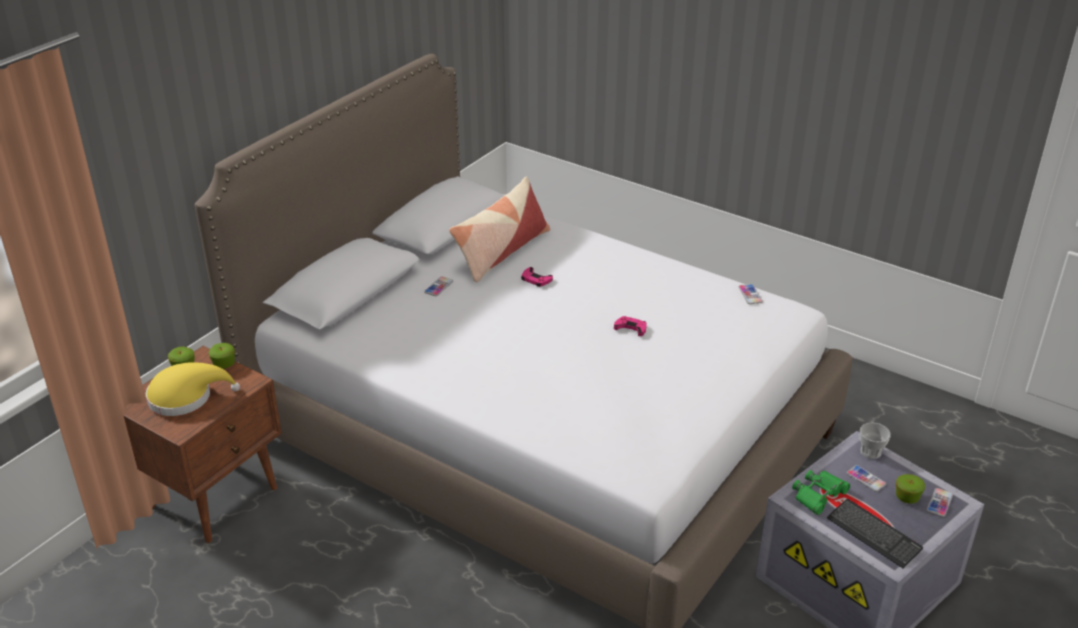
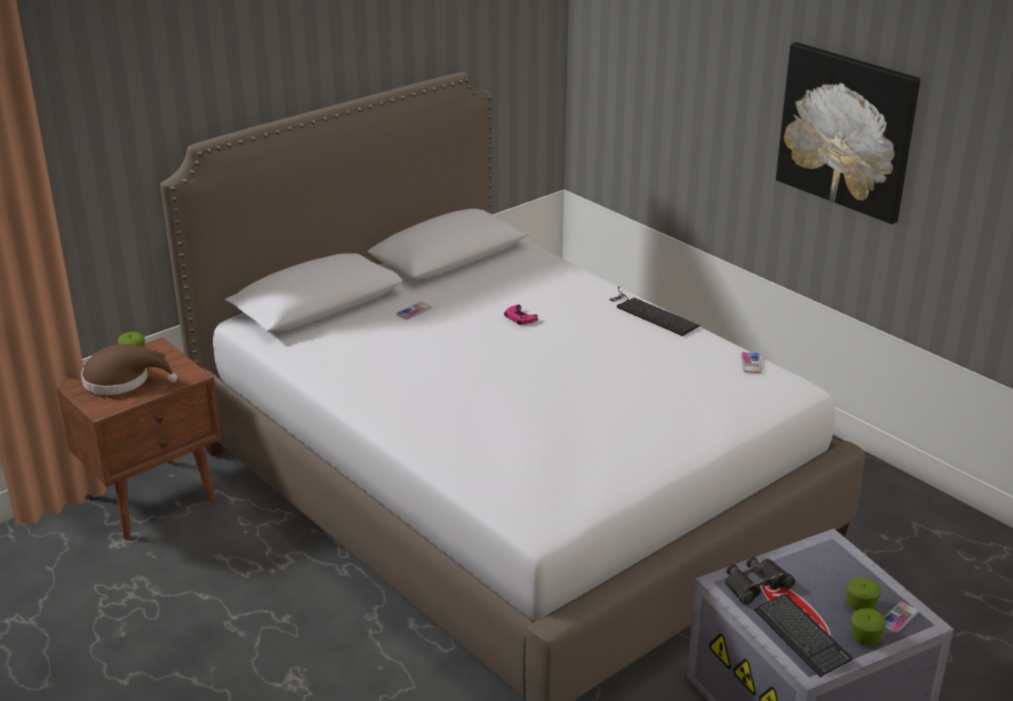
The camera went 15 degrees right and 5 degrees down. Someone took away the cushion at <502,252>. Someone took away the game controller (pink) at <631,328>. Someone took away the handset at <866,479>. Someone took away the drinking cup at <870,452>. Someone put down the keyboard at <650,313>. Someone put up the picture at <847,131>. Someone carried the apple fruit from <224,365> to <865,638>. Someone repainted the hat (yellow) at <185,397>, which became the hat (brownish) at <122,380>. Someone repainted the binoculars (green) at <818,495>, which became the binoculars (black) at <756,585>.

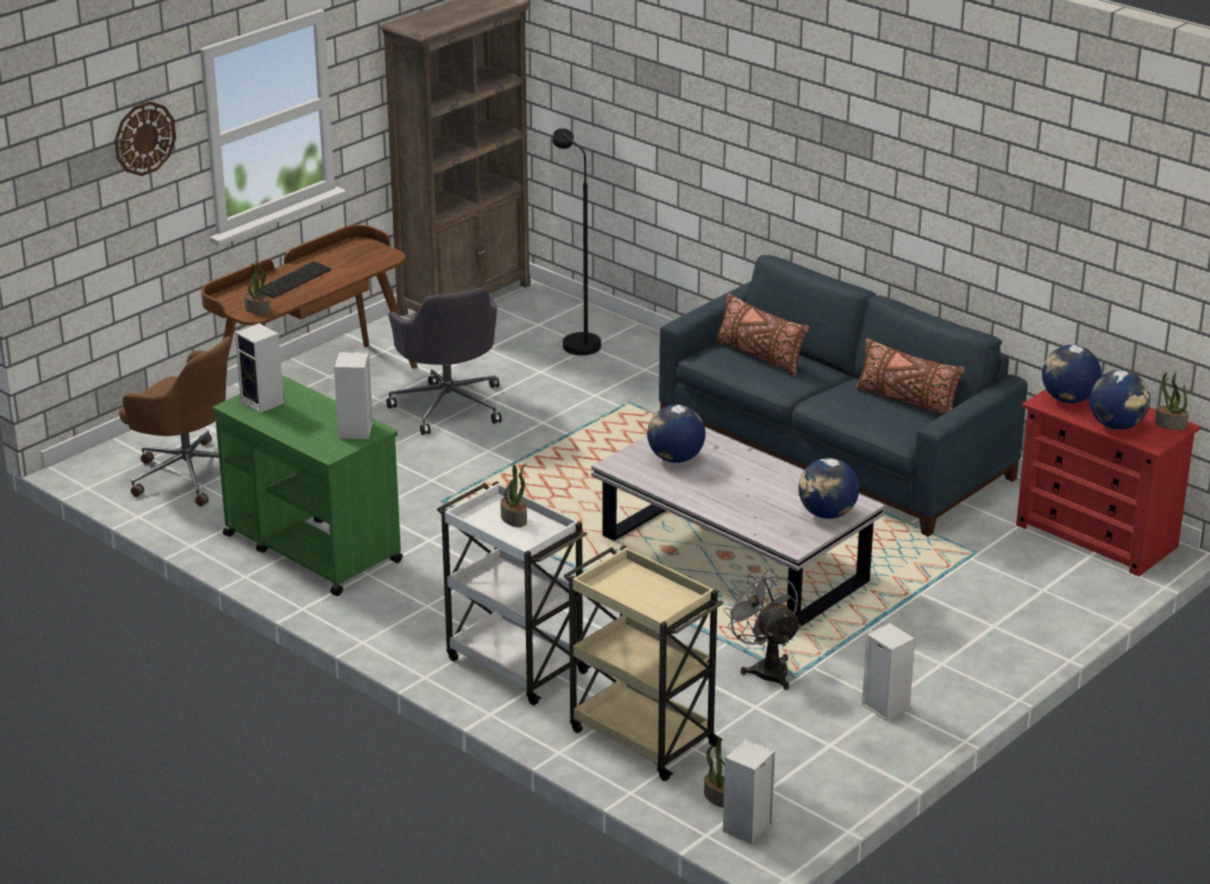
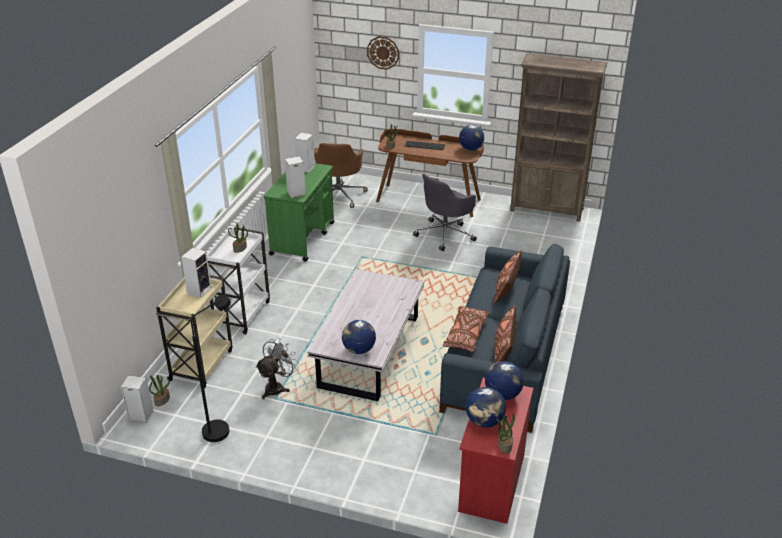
The camera went 65 degrees right and 5 degrees up. Someone put down the cushion (brownish) at <466,335>. Someone carried the floor lamp (black) from <577,342> to <221,428>. Someone carried the desk globe from <675,459> to <470,148>. Someone carried the speaker from <883,706> to <199,290>.

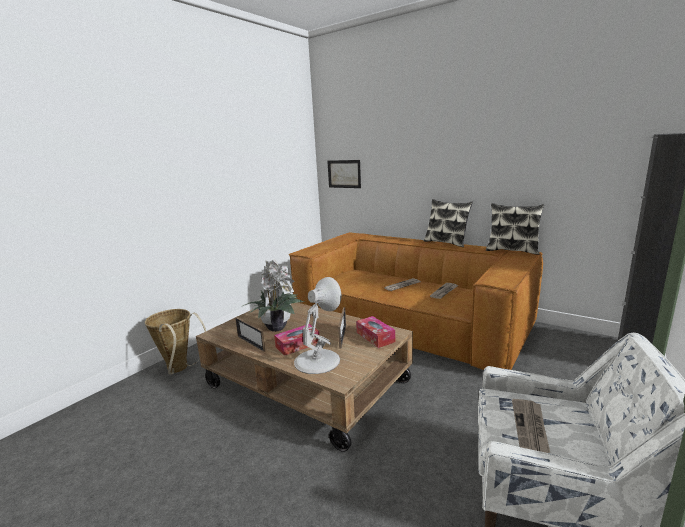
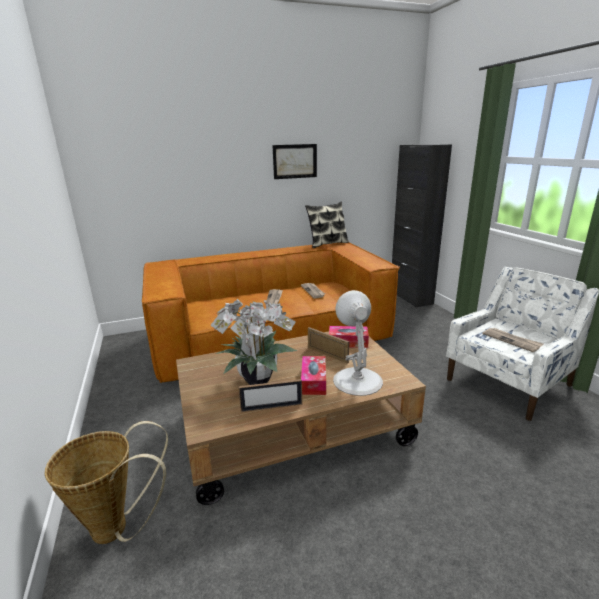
The camera went 55 degrees left and 5 degrees up. Someone took away the cushion at <446,242>. Someone carried the picture from <344,174> to <295,161>.

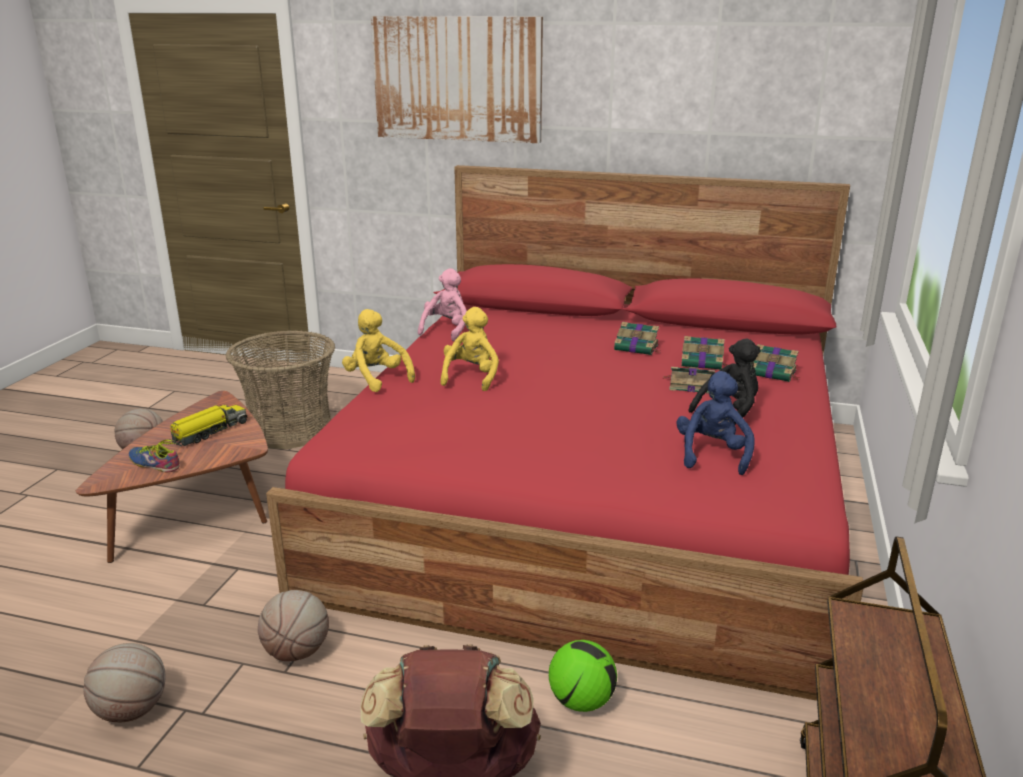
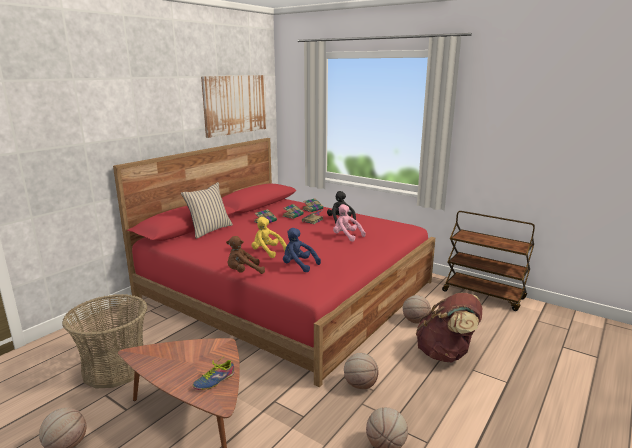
The camera went 70 degrees left and 5 degrees down. Someone took away the toy truck at <209,432>. Someone put down the cushion (beige-coloured) at <209,230>. Someone carried the picture from <457,79> to <235,104>. Someone carried the cuddly toy (pink) from <446,330> to <346,236>. Someone carried the cuddly toy (blue-coloured) from <712,454> to <298,265>. Someone swapped the ball for football at <581,701> for the basketball ball at <415,321>. Someone repainted the cuddly toy (yellow) at <377,379>, which became the cuddly toy (brownish) at <243,272>.

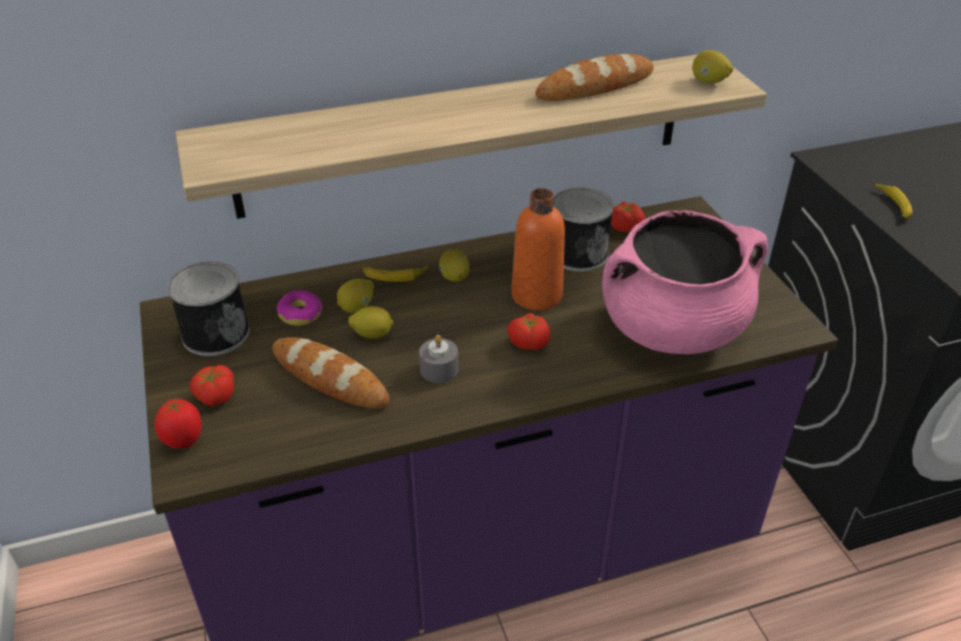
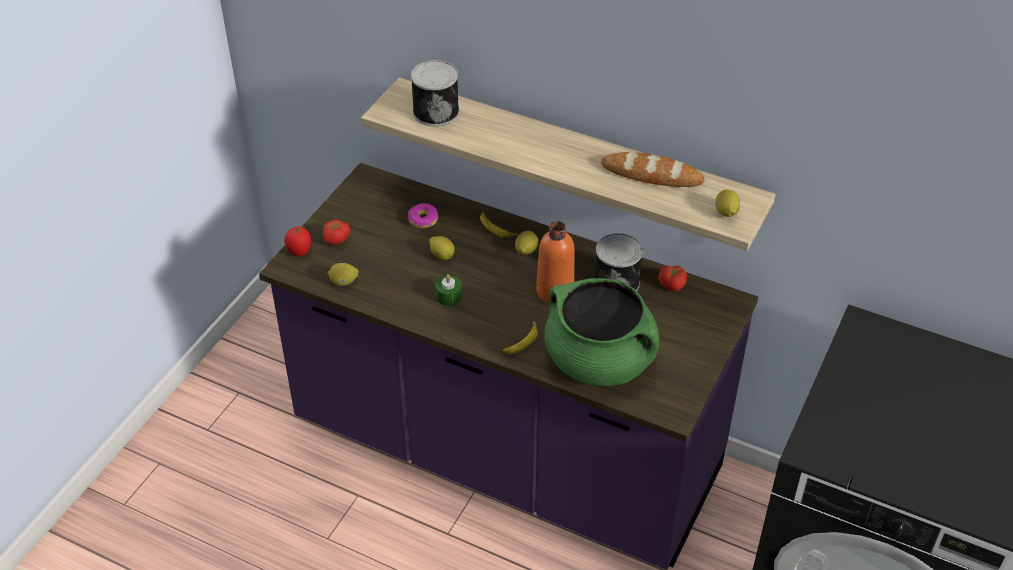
The camera went 45 degrees right and 5 degrees up. Someone took away the baked bread at <329,378>. Someone took away the tomato at <529,341>. Someone carried the sealed can from <215,333> to <436,111>. Someone carried the citrus fruit from <357,307> to <344,282>. Someone carried the banana from <892,206> to <521,342>. Someone repainted the wax candle (gray) at <439,370>, which became the wax candle (green) at <448,296>. Someone repainted the stockpot (pink) at <672,328>, which became the stockpot (green) at <600,361>.

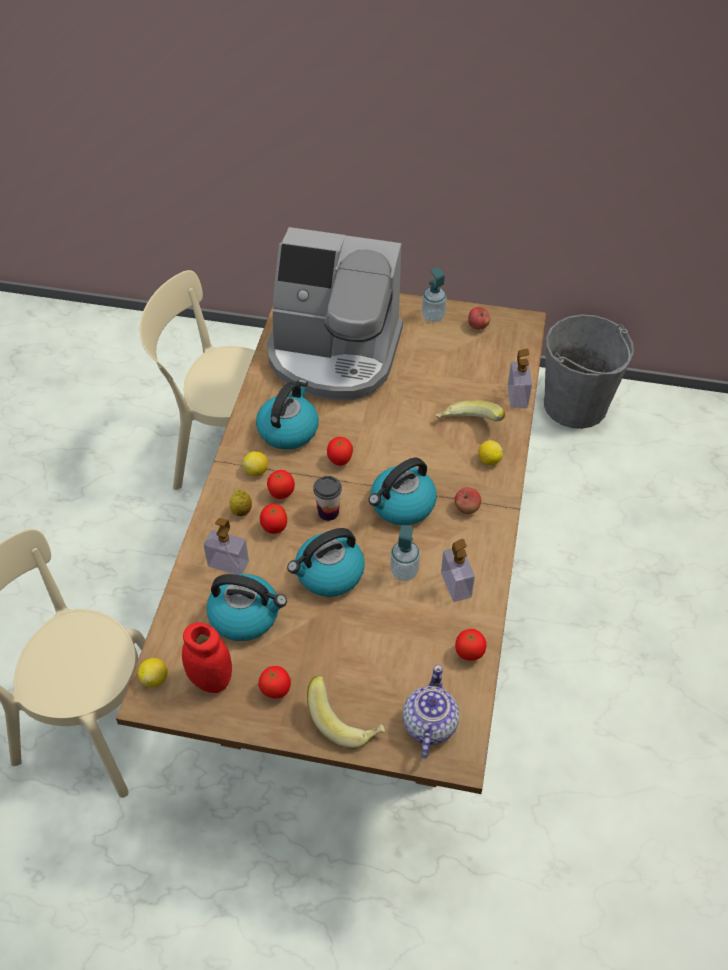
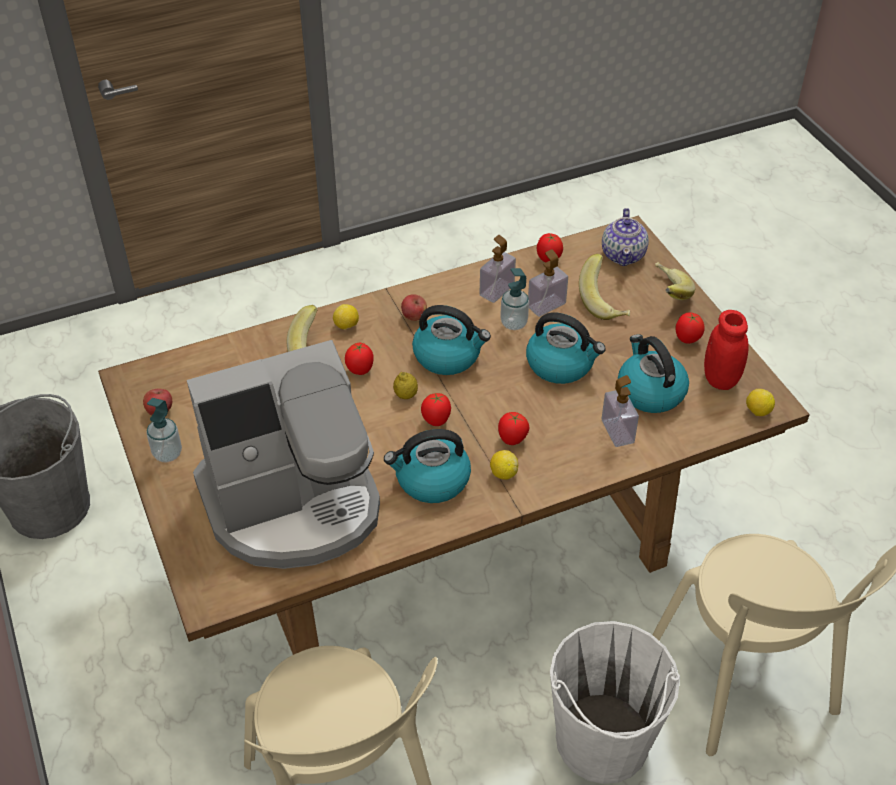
The camera went 125 degrees left and 5 degrees down. Someone took away the drinking cup at <328,512>. Someone put down the water bucket (whitish) at <602,740>. Someone put down the banana at <605,302>. Someone carried the citrus fruit from <241,511> to <406,395>. Someone carried the tomato from <274,528> to <360,370>. Someone carried the soap bottle from <517,396> to <546,305>. Someone rotated the coffee machine at <334,355> by 90 degrees clockwise. Someone rotated the pot for tea at <429,725> by 60 degrees counterclockwise.

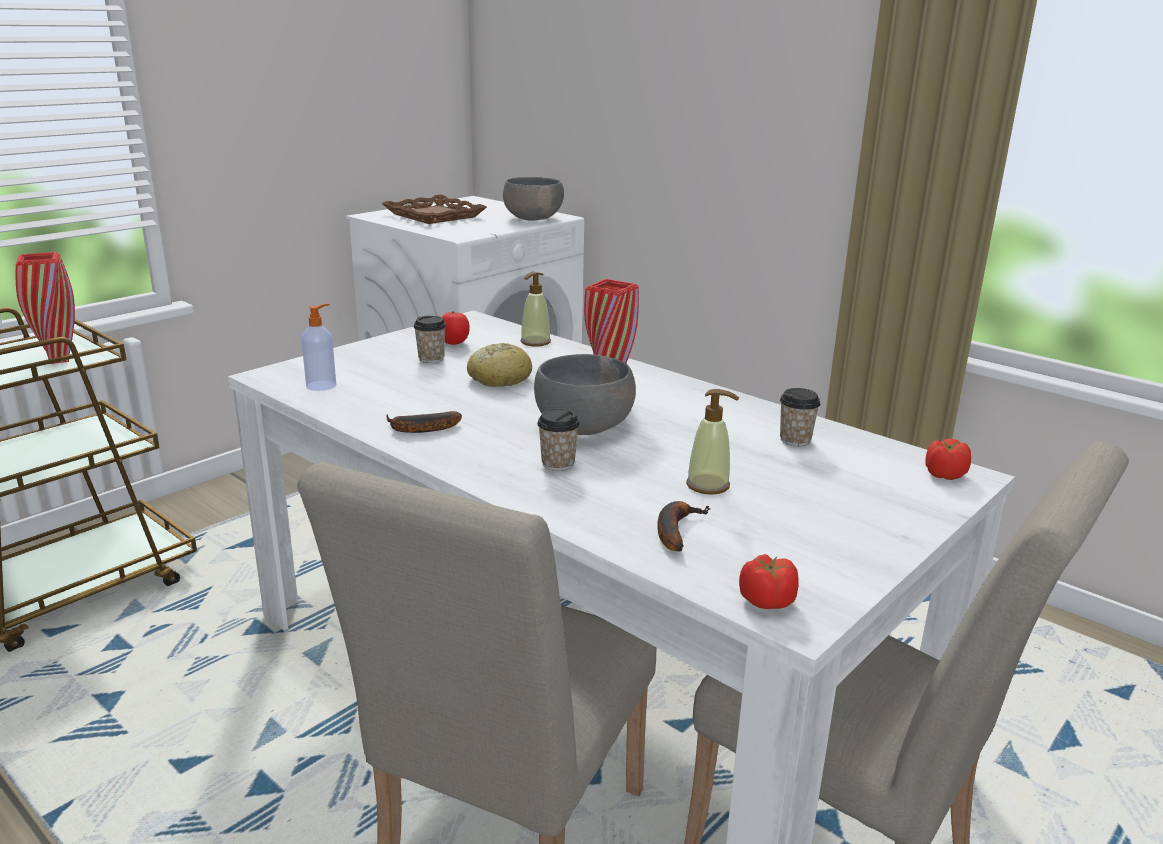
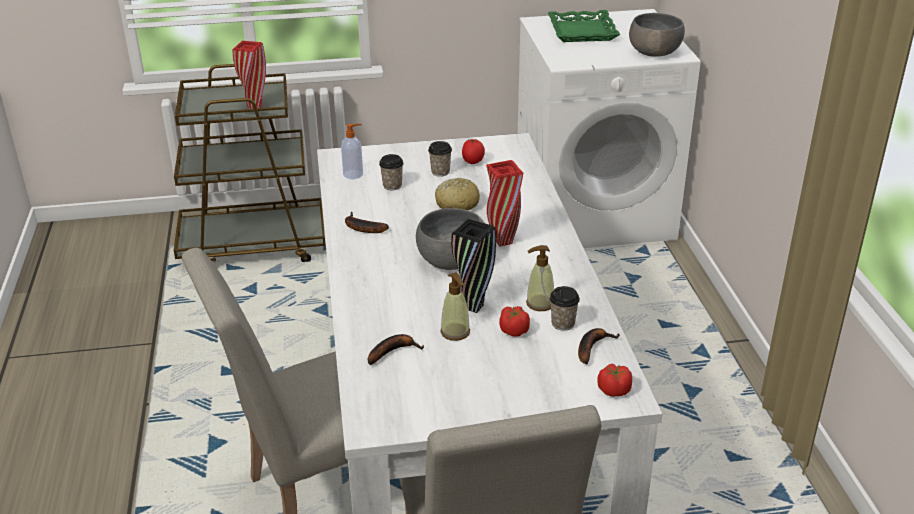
The camera went 40 degrees right and 10 degrees up. Someone put down the vase (black) at <473,307>. Someone put down the banana at <592,347>. Someone carried the soap bottle from <535,342> to <540,303>. Someone carried the drinking cup from <558,464> to <392,186>. Someone carried the tomato from <766,601> to <514,330>. Someone repainted the serving tray (brownish) at <433,215>, which became the serving tray (green) at <581,31>.

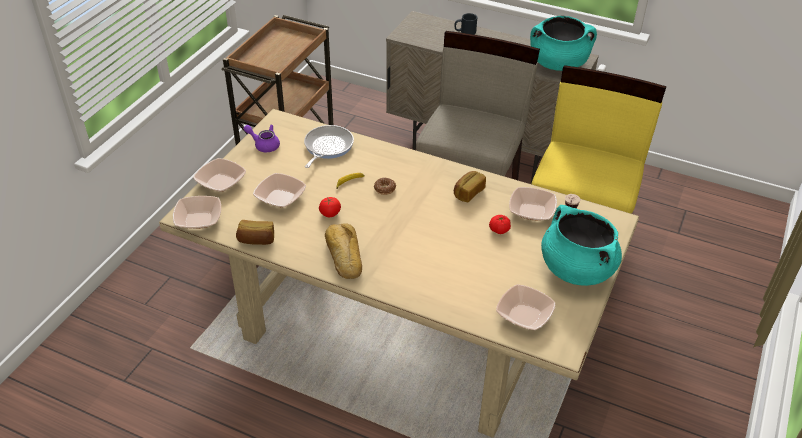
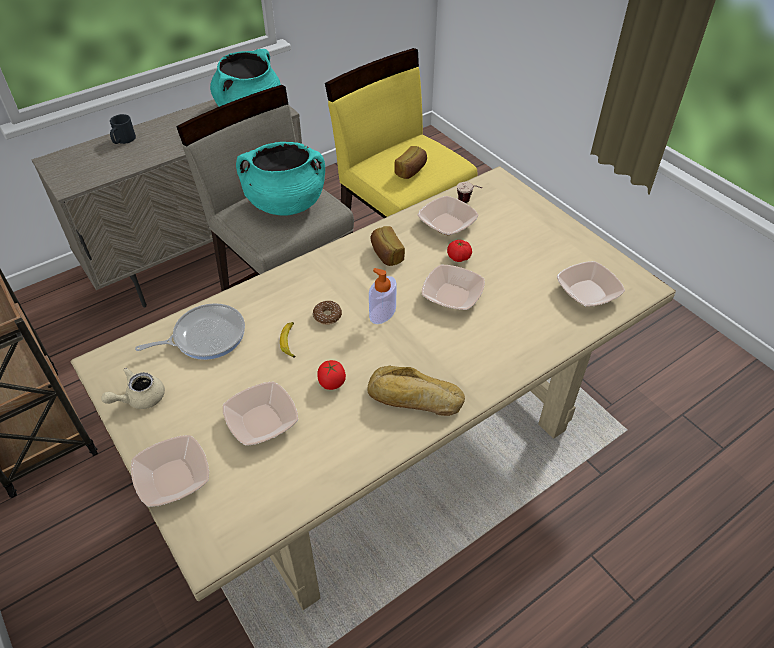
The camera went 60 degrees left and 5 degrees up. Someone put down the soap bottle at <382,312>. Someone carried the bowl from <198,219> to <452,296>. Someone carried the baked bread from <256,240> to <411,171>. Someone carried the stockpot (blue-green) from <576,269> to <286,204>. Someone repainted the pot for tea (purple-coloured) at <264,145>, which became the pot for tea (beige-coloured) at <139,398>. Someone rotated the pan at <327,147> by 105 degrees clockwise.

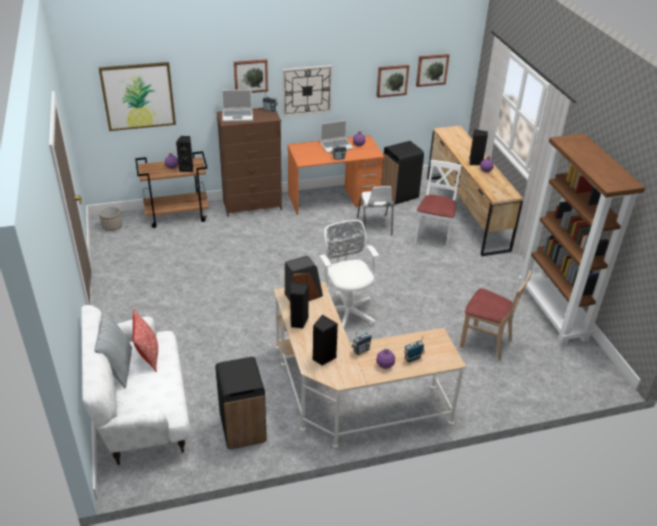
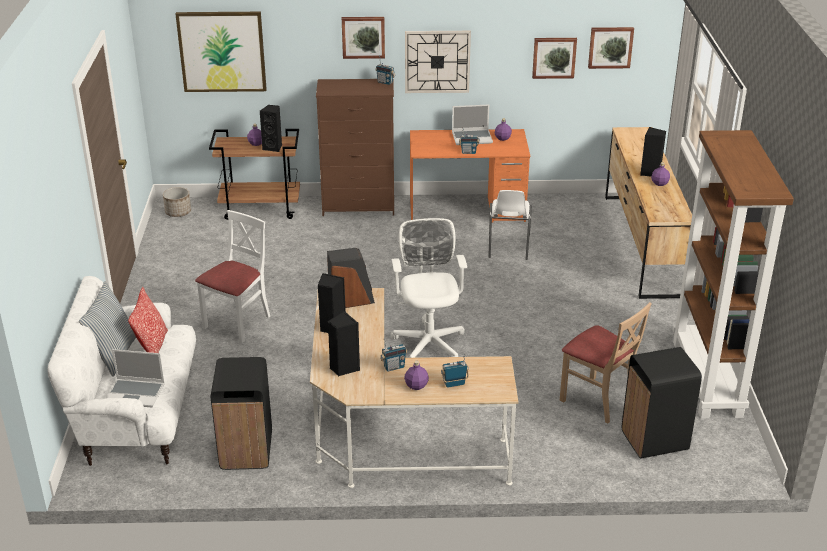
The camera went 15 degrees right and 5 degrees down. Someone carried the notebook computer from <238,116> to <136,393>. Someone carried the trash can (black) from <399,195> to <655,440>. Someone carried the upright chair (whitish) from <434,236> to <238,322>.

